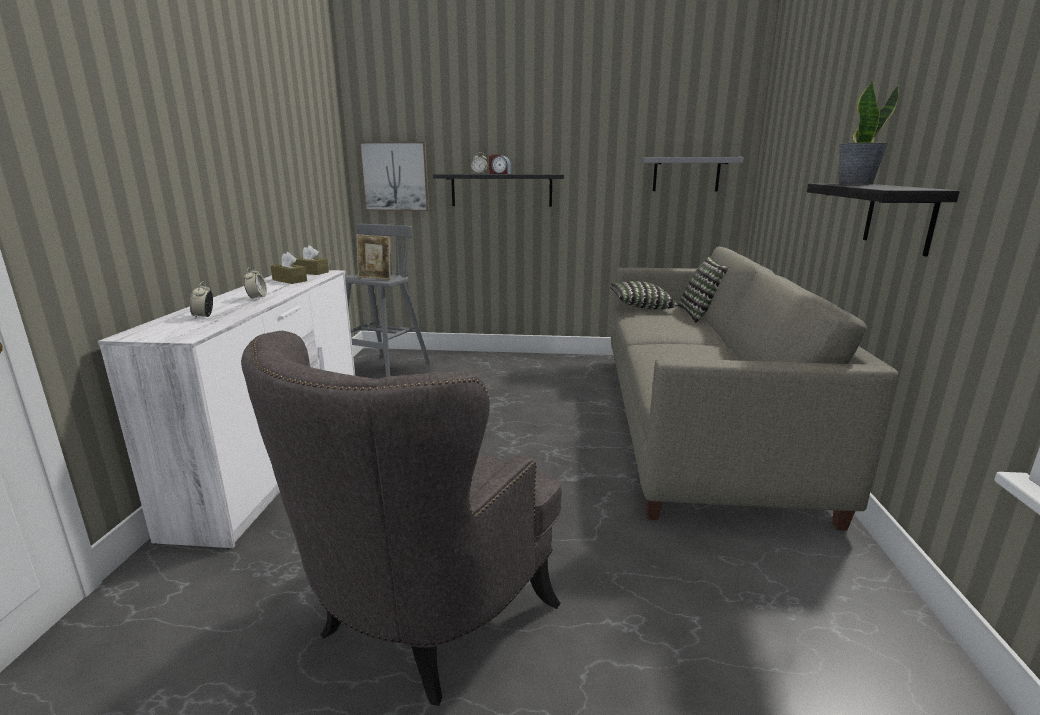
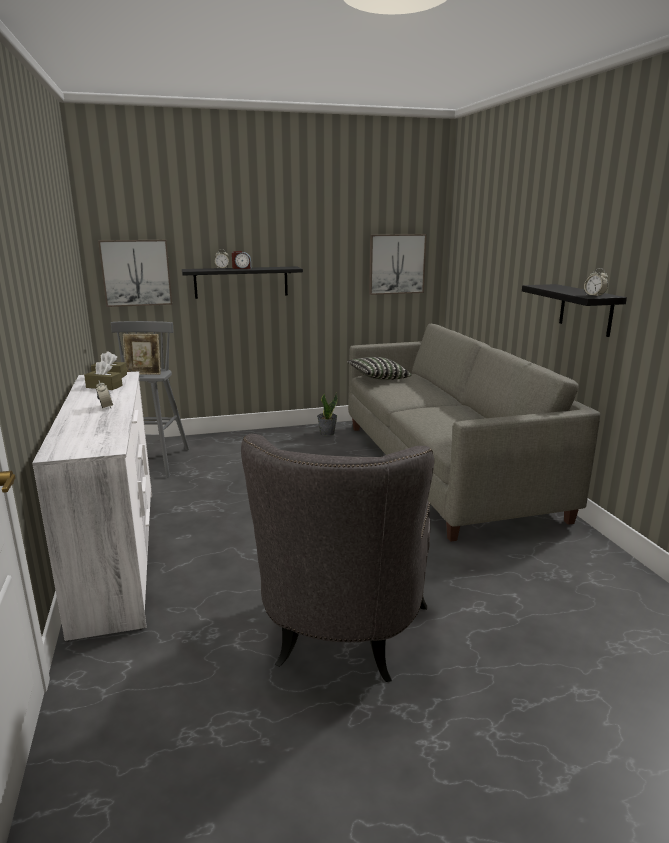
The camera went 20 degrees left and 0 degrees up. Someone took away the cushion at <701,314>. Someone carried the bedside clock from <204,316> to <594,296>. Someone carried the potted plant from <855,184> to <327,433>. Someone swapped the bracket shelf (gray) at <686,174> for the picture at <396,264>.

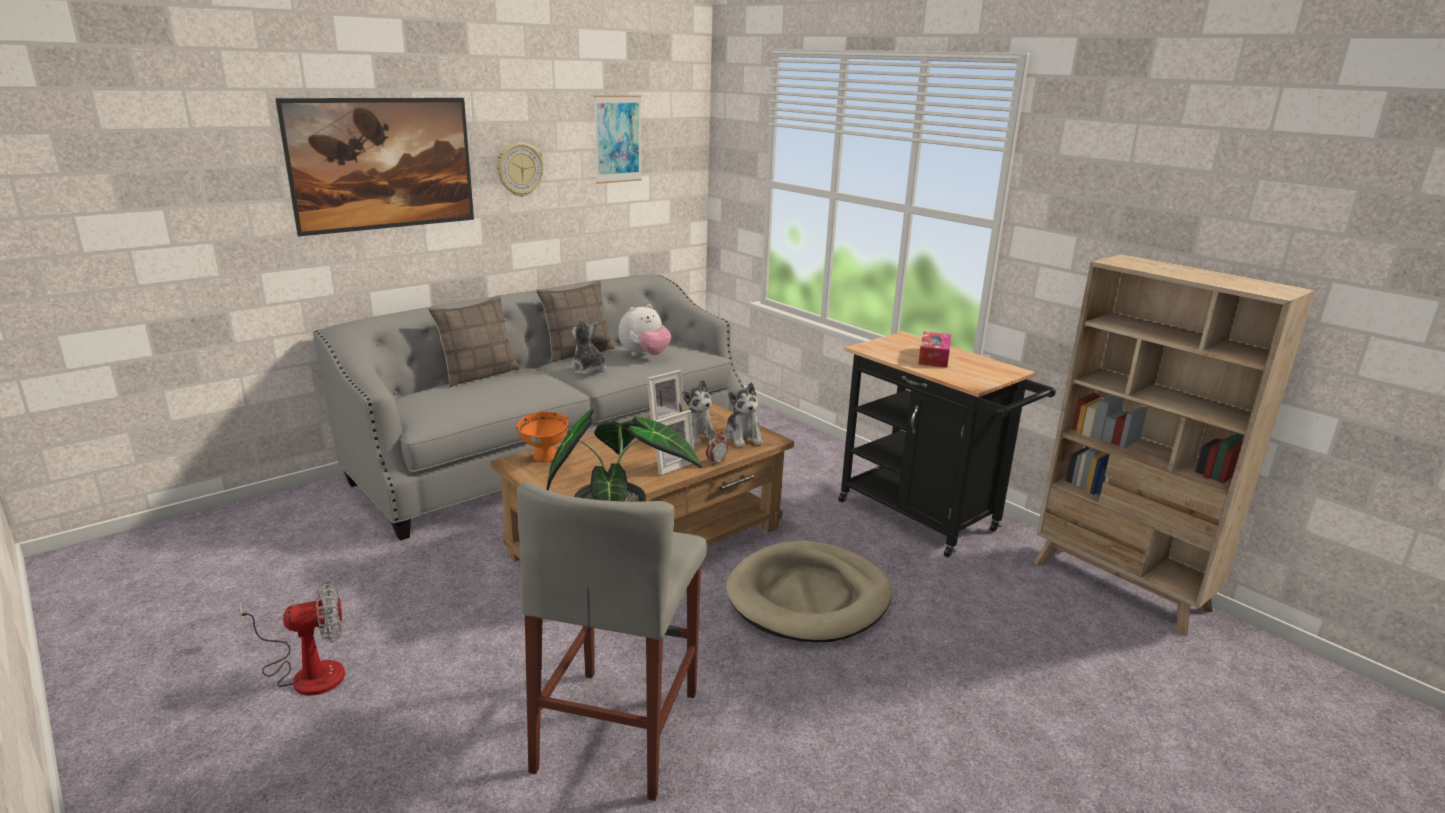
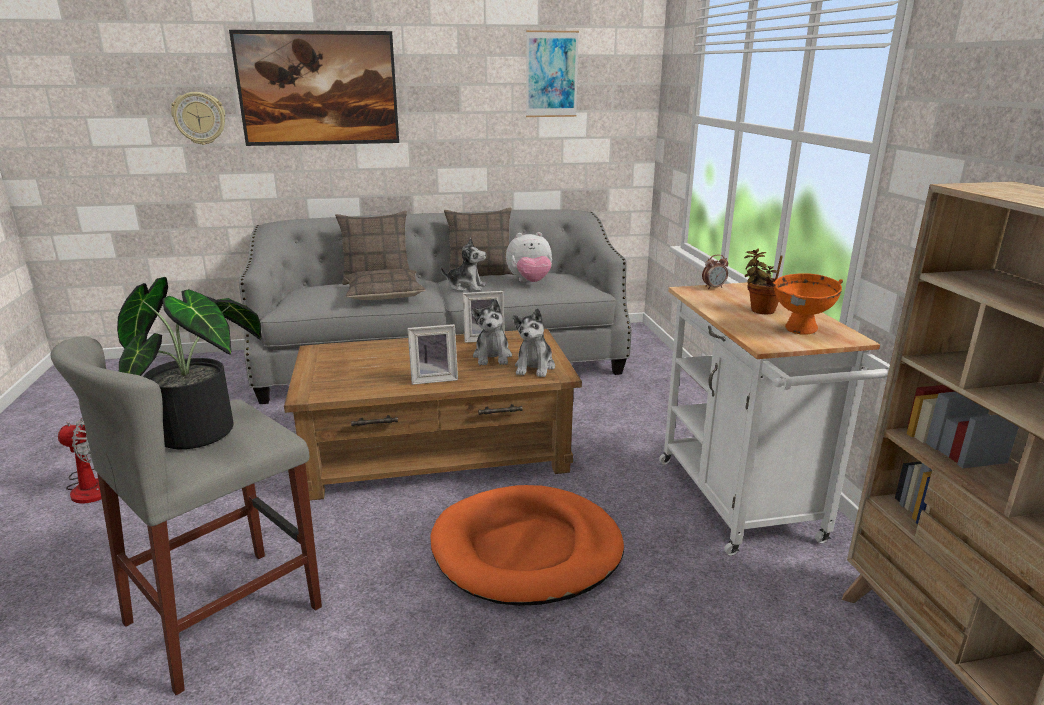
The camera went 30 degrees right and 0 degrees up. Someone put down the cushion at <384,294>. Someone carried the wall clock from <519,169> to <199,118>. Someone carried the bowl (orange-coloured) from <545,458> to <801,331>. Someone carried the bedside clock from <716,462> to <713,287>. Someone swapped the tissue box at <933,357> for the potted plant at <760,310>. Someone repainted the dog bed (beige-coloured) at <809,597>, which became the dog bed (orange-coloured) at <527,550>. Someone repainted the cart (black) at <925,519>, which became the cart (whitish) at <744,506>. Someone rotated the cuddly toy at <588,370> by 120 degrees clockwise.

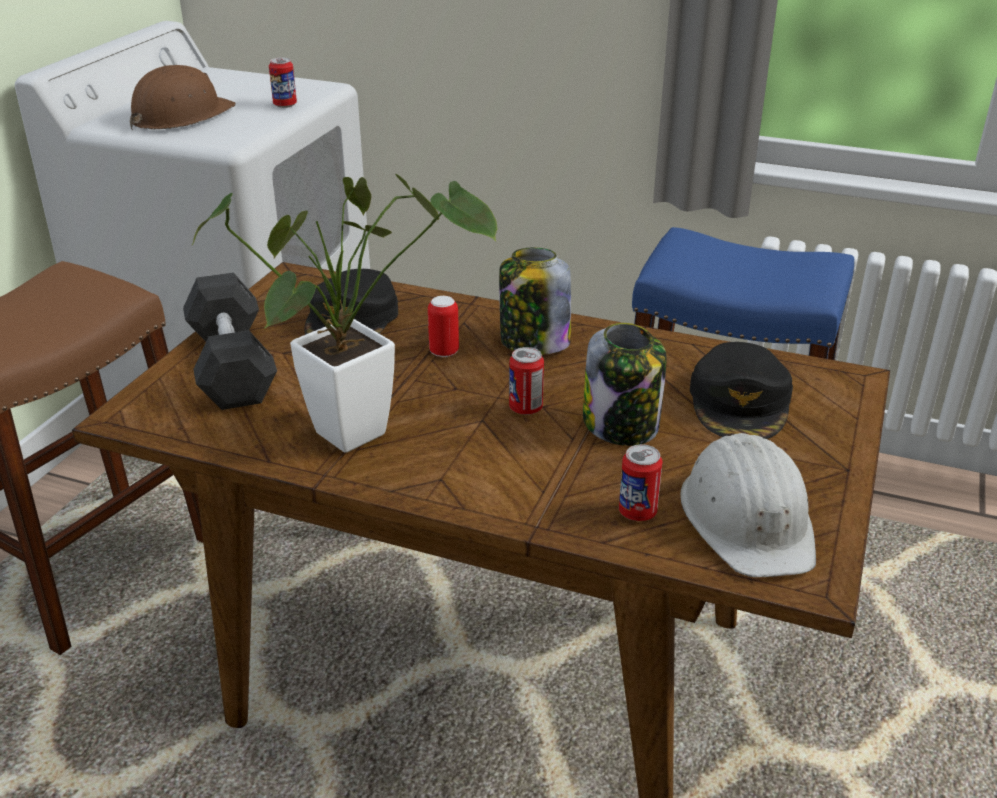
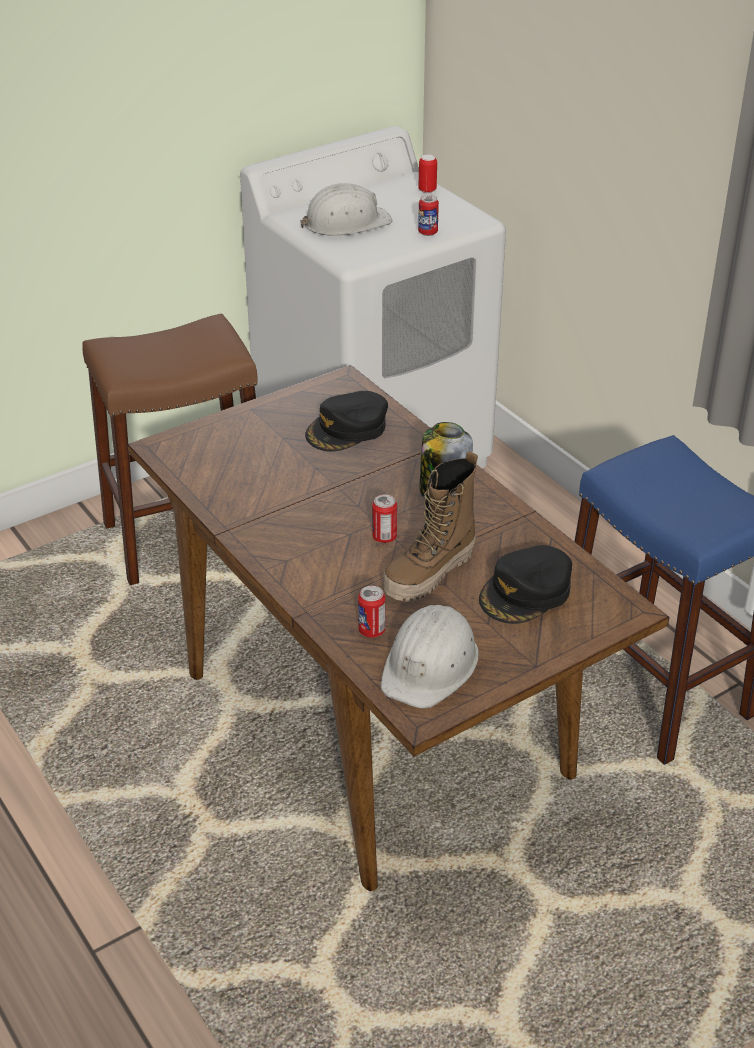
The camera went 35 degrees right and 5 degrees up. Someone took away the free weight (gray) at <232,365>. Someone took away the potted plant at <364,427>. Someone carried the sealed can from <444,352> to <427,190>. Someone swapped the storage jar at <622,425> for the boot at <430,574>. Someone repainted the safety helmet (brownish) at <180,116>, which became the safety helmet (whitish) at <346,223>.

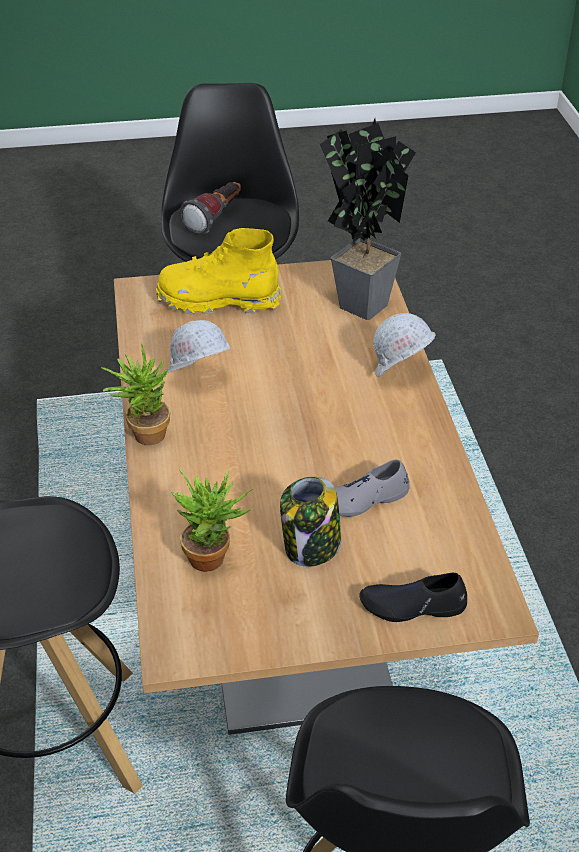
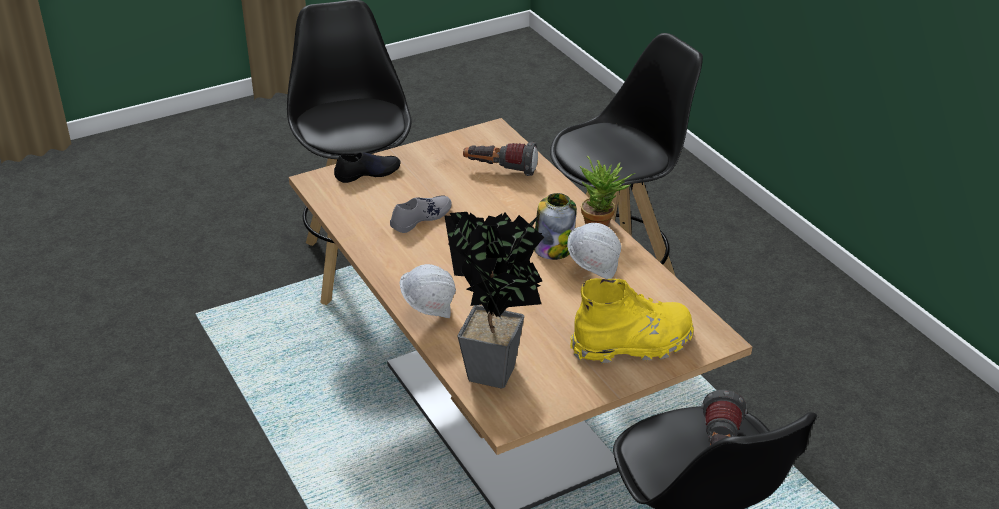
The camera went 160 degrees right and 5 degrees down. Someone carried the storage jar from <311,547> to <553,248>. Someone swapped the potted plant at <214,558> for the torch at <500,170>.

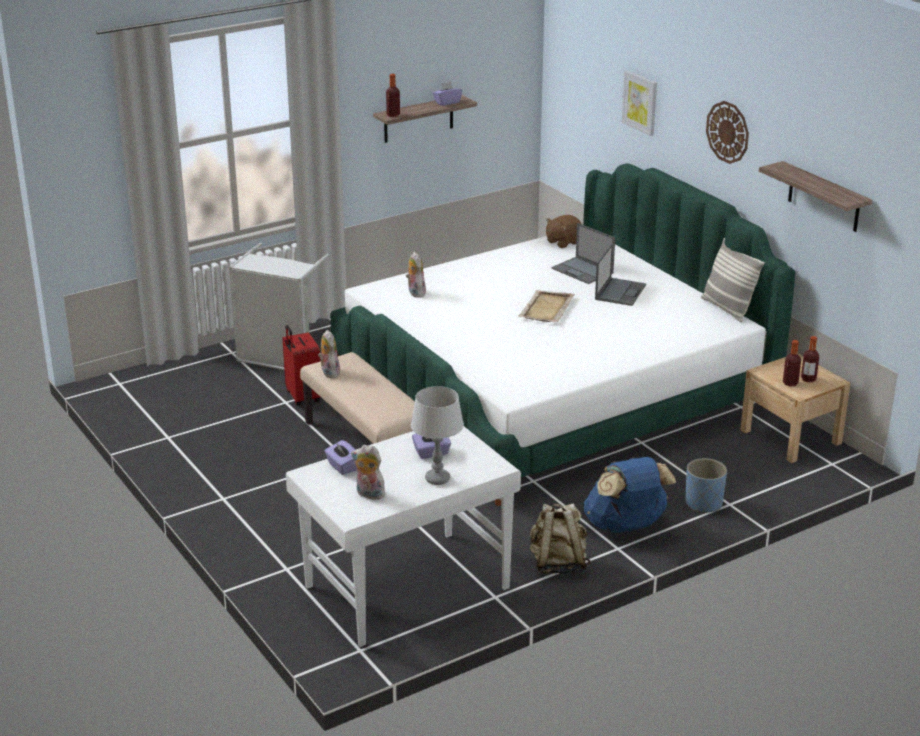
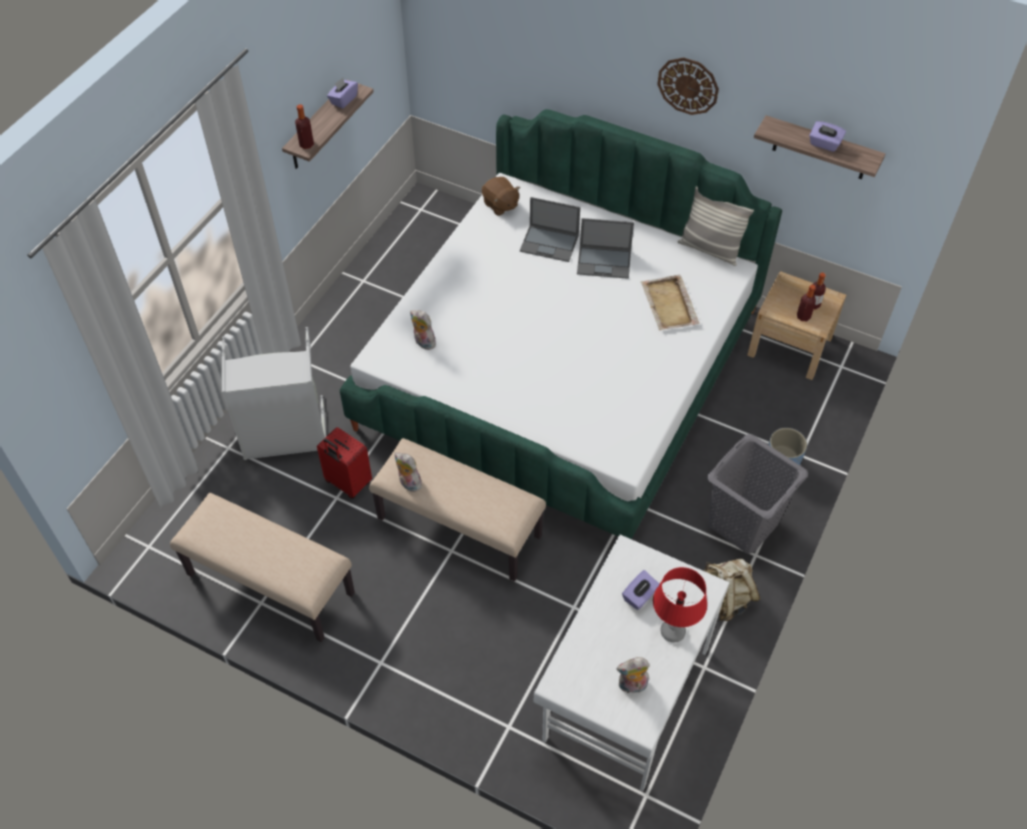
The camera went 30 degrees left and 25 degrees up. Someone took away the picture at <640,102>. Someone put down the indoor bench (beige-coloured) at <269,584>. Someone carried the tissue box (purple-coloured) from <342,466> to <824,144>. Someone carried the serving tray (beige-coloured) from <546,309> to <669,305>. Someone swapped the rucksack (blue-coloured) at <625,527> for the hamper (gray) at <743,524>. Someone repainted the table lamp (gray) at <437,479>, which became the table lamp (red-coloured) at <672,631>. Someone rotated the cuddly toy (brownish) at <563,242> by 60 degrees counterclockwise. Someone rotated the notebook computer at <620,292> by 105 degrees clockwise.

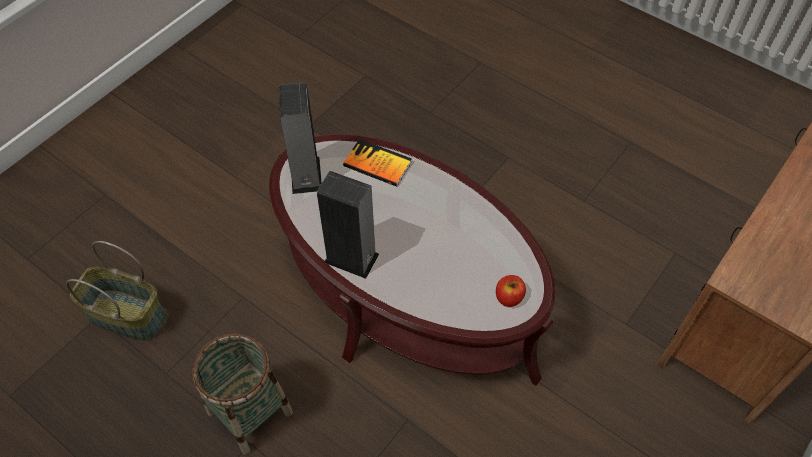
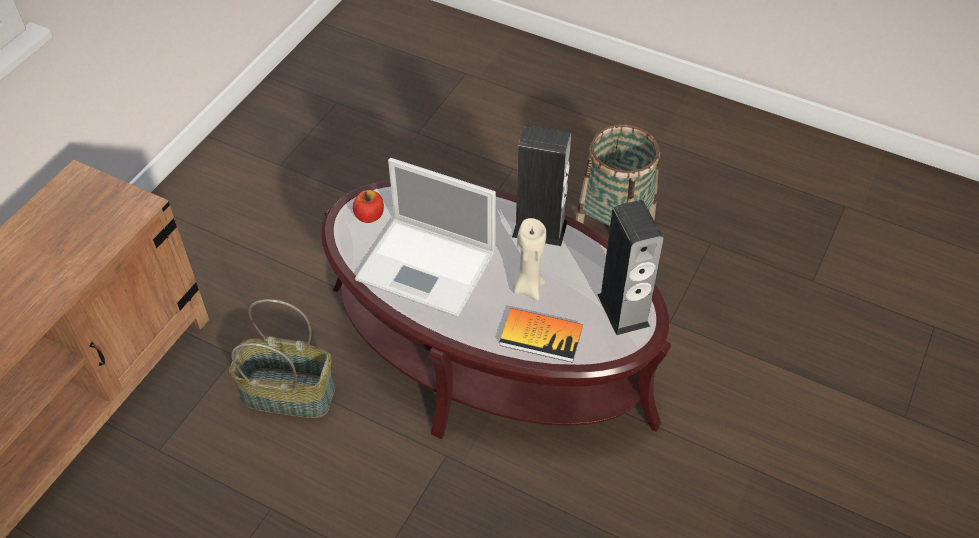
The camera went 170 degrees right and 5 degrees down. Someone put down the notebook computer at <428,266>. Someone put down the wax candle (beige-coloured) at <528,287>. Someone carried the storage basket from <125,316> to <289,392>.

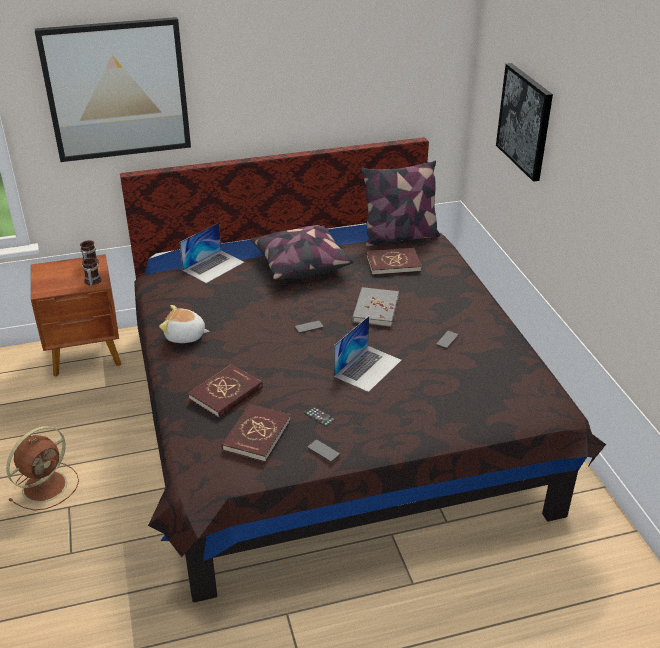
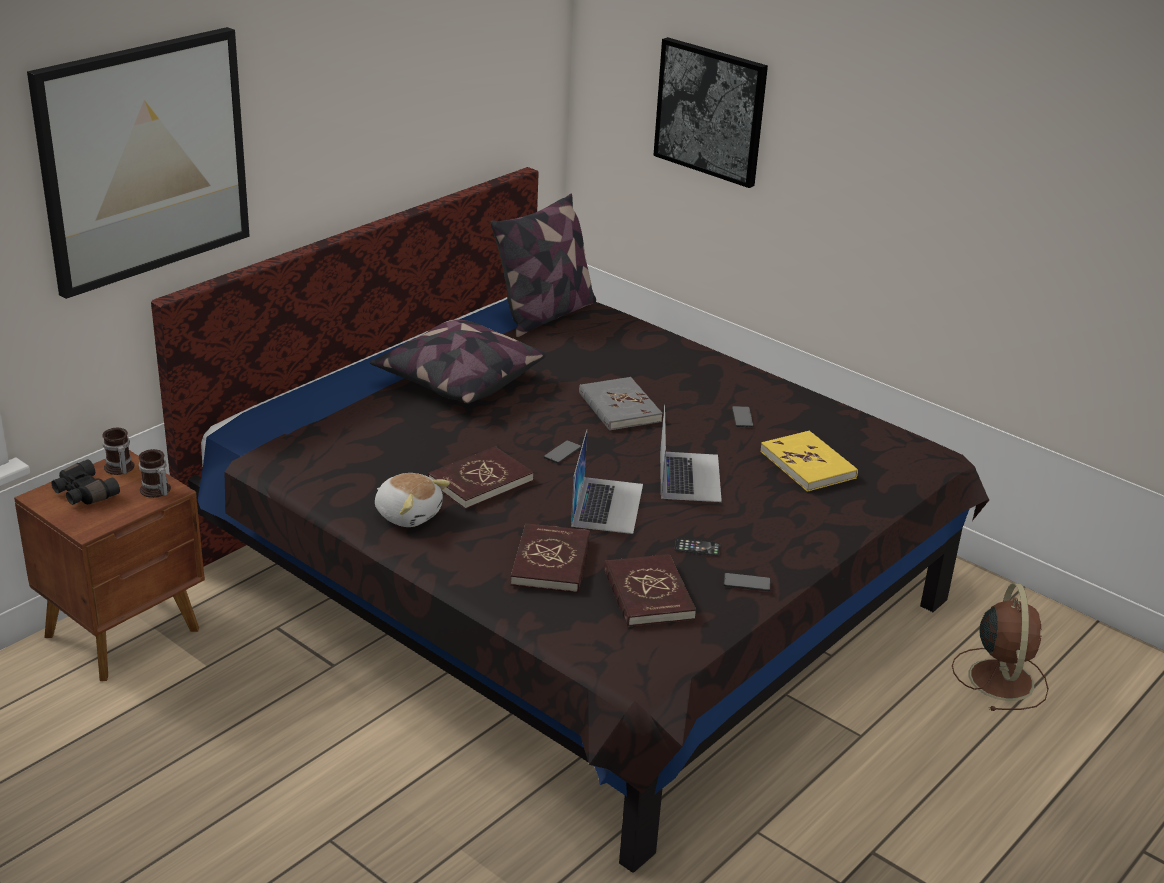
The camera went 35 degrees left and 5 degrees down. Someone put down the binoculars (black) at <83,493>. Someone put down the volume (yellow) at <808,464>. Someone carried the fan (brownish) from <46,485> to <1000,678>. Someone carried the notebook computer from <213,266> to <607,504>. Someone carried the volume (red-coloured) from <393,263> to <480,481>. Someone rotated the cuddly toy at <185,336> by 120 degrees counterclockwise.

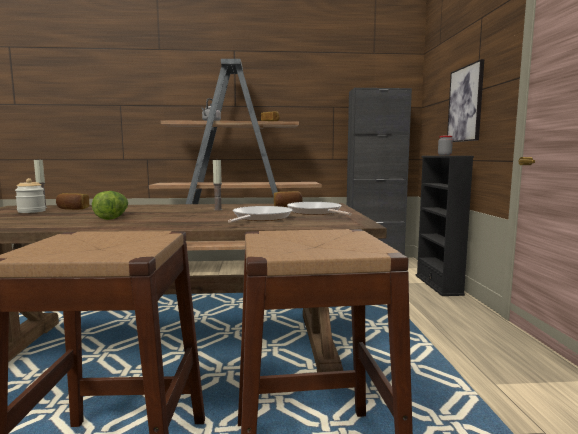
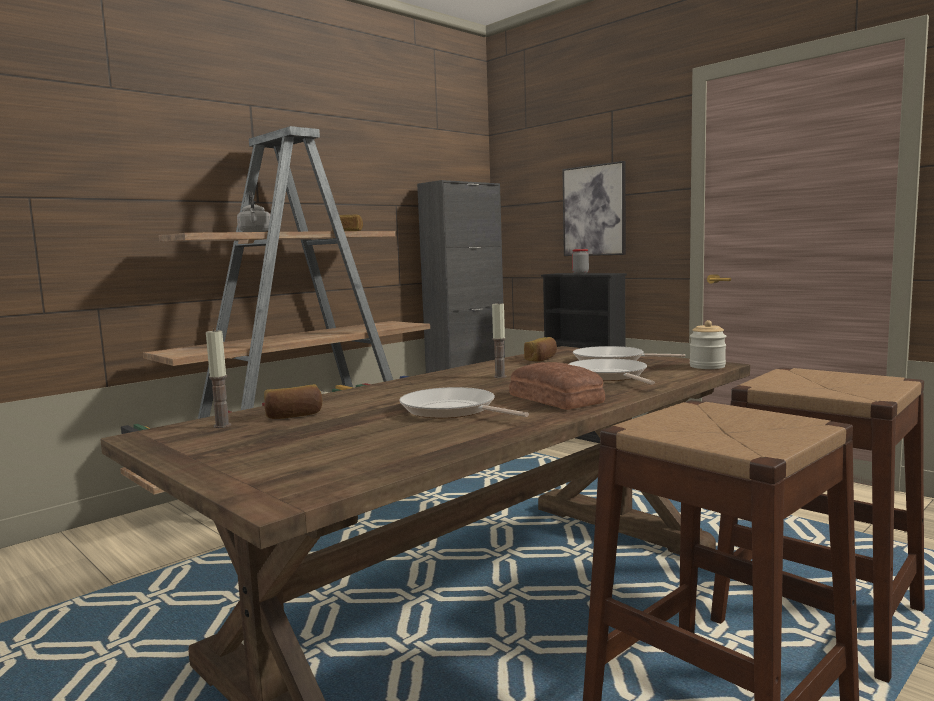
The camera went 40 degrees left and 0 degrees up. Someone put down the baked bread at <556,399>. Someone carried the storage jar from <31,211> to <707,366>. Someone swapped the lettuce at <112,217> for the pan at <452,411>.

